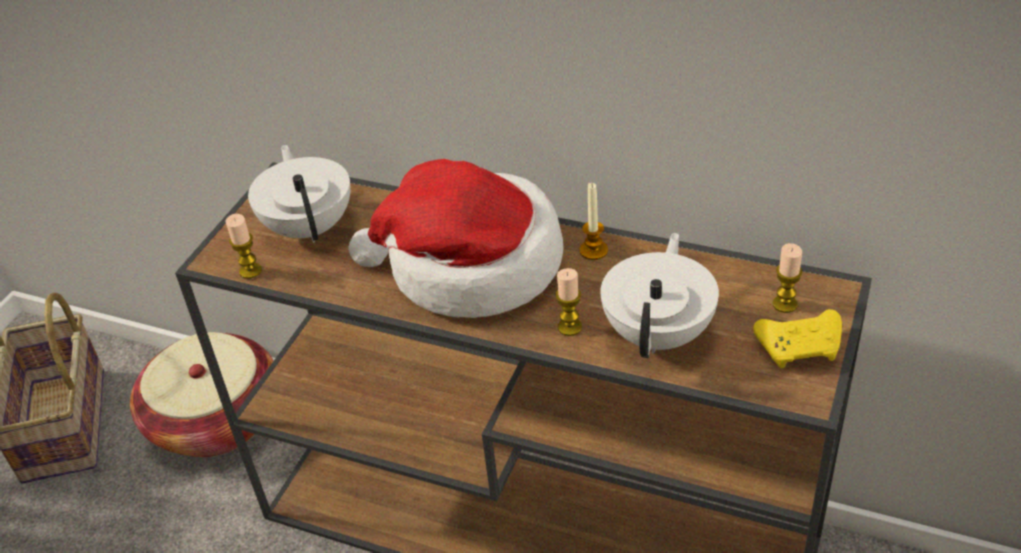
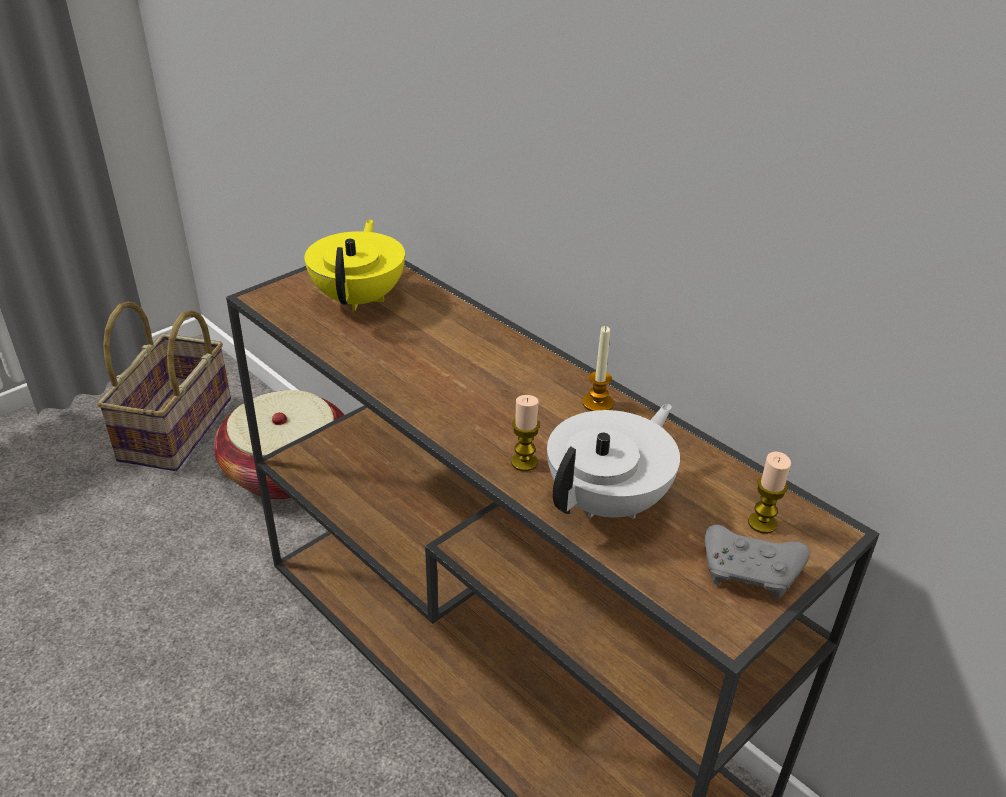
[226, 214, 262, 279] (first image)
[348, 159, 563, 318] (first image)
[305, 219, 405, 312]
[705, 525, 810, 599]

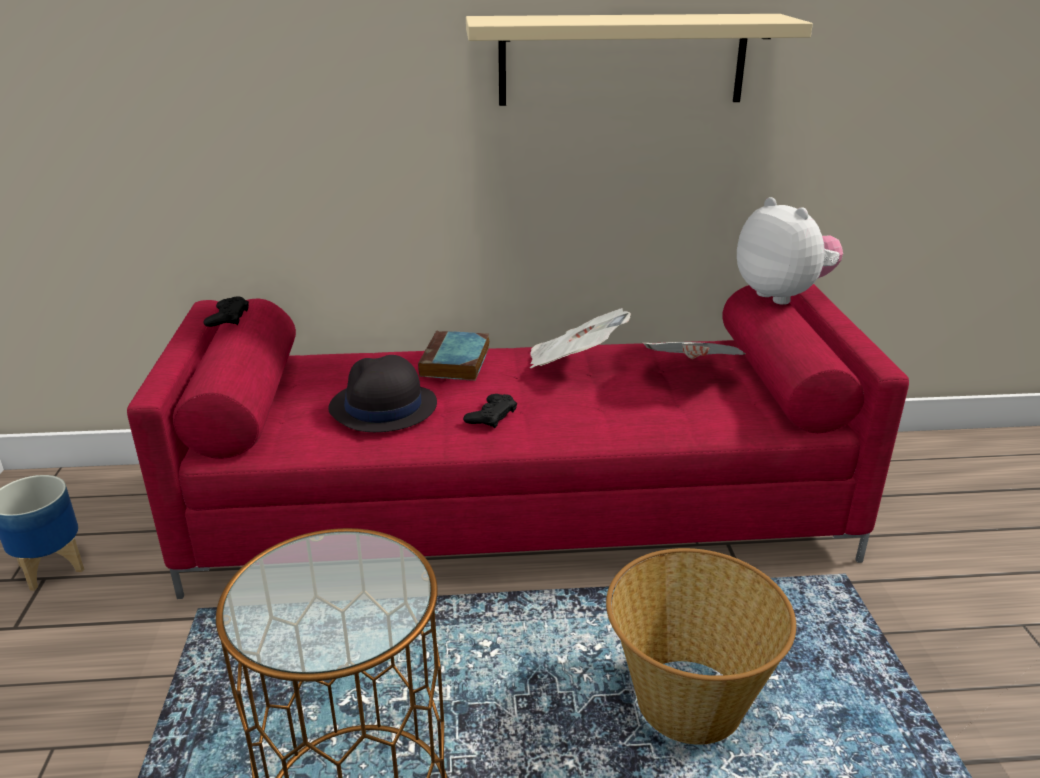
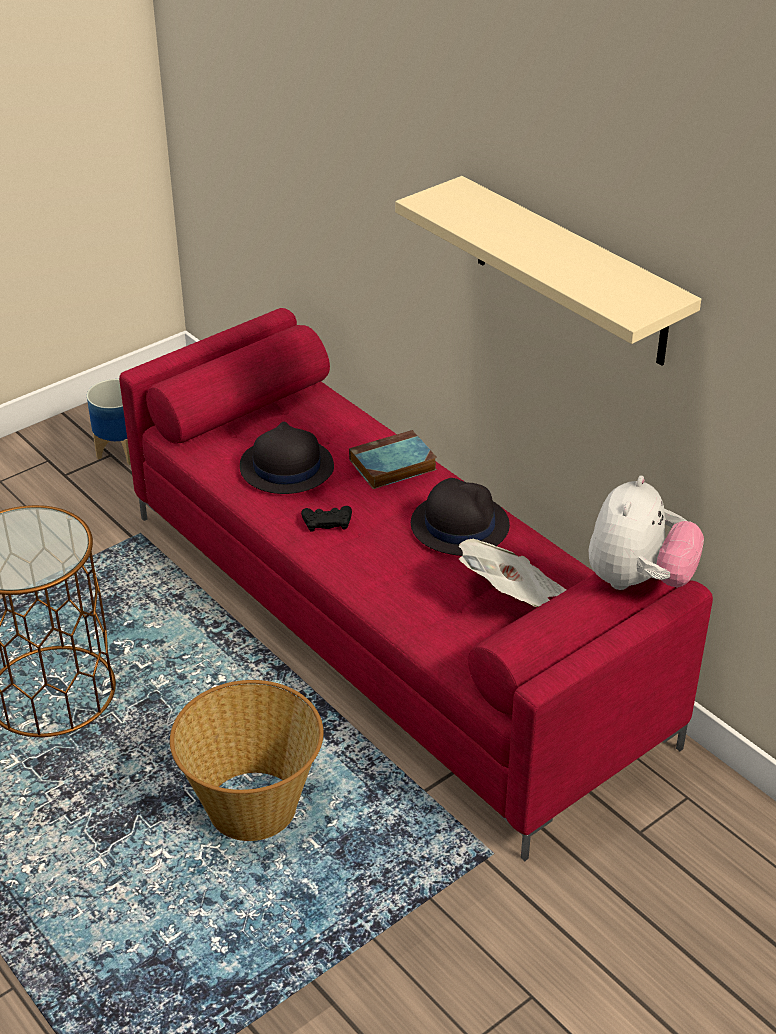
[204, 296, 249, 327] (first image)
[411, 478, 510, 556]

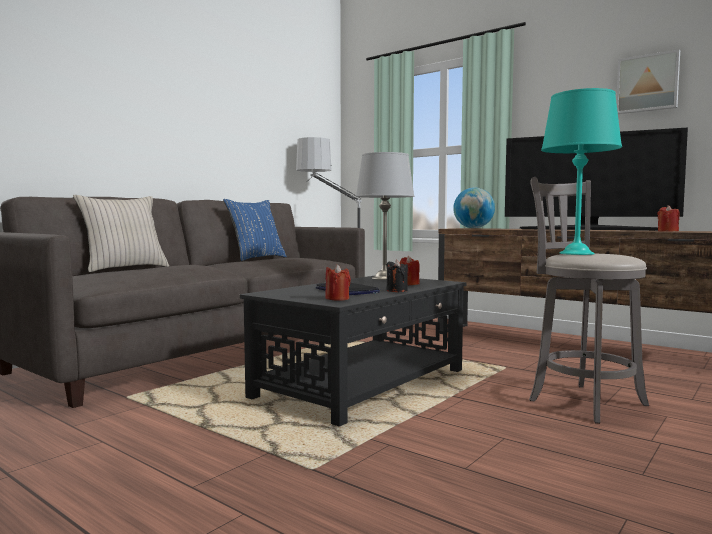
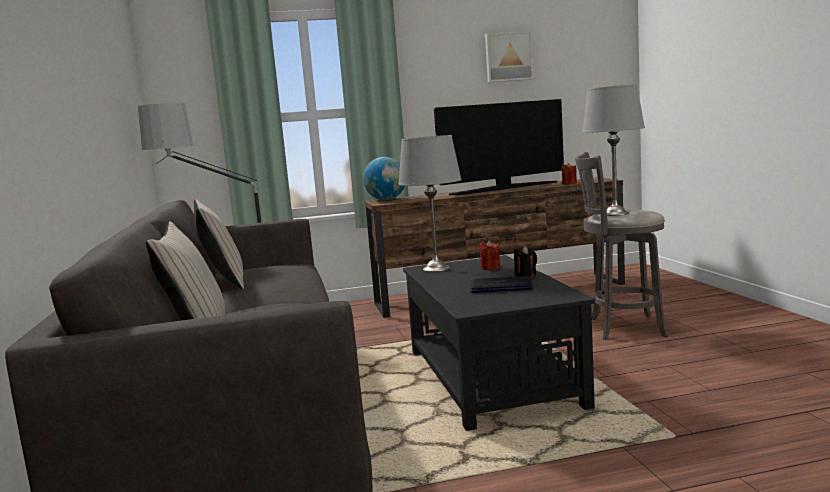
[325, 264, 351, 301] (first image)
[194, 199, 244, 290]
[582, 84, 645, 216]

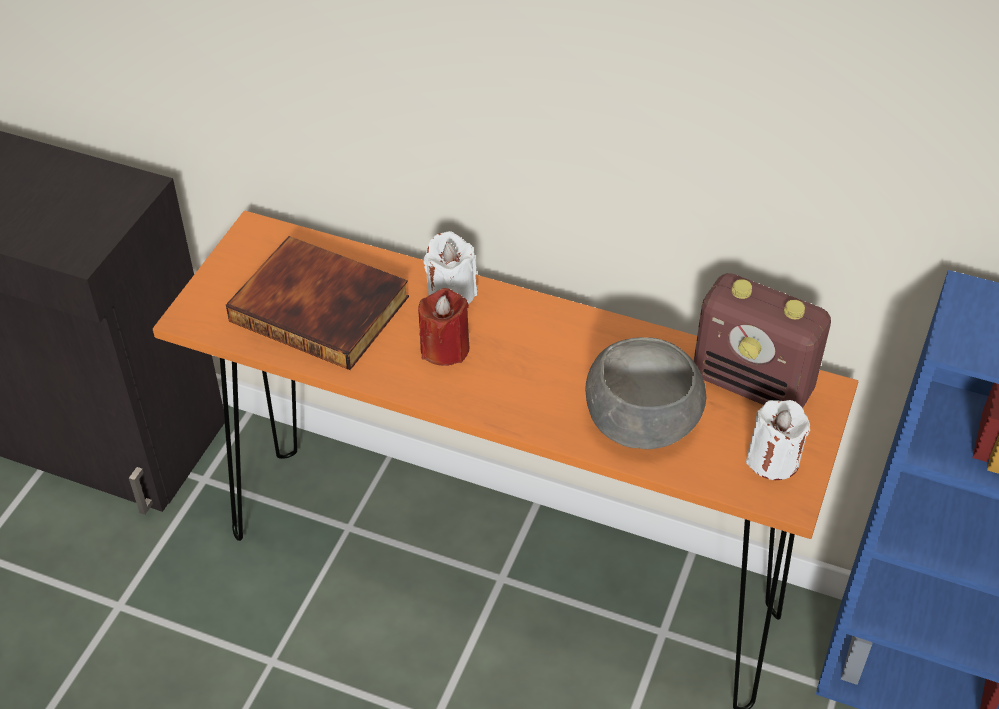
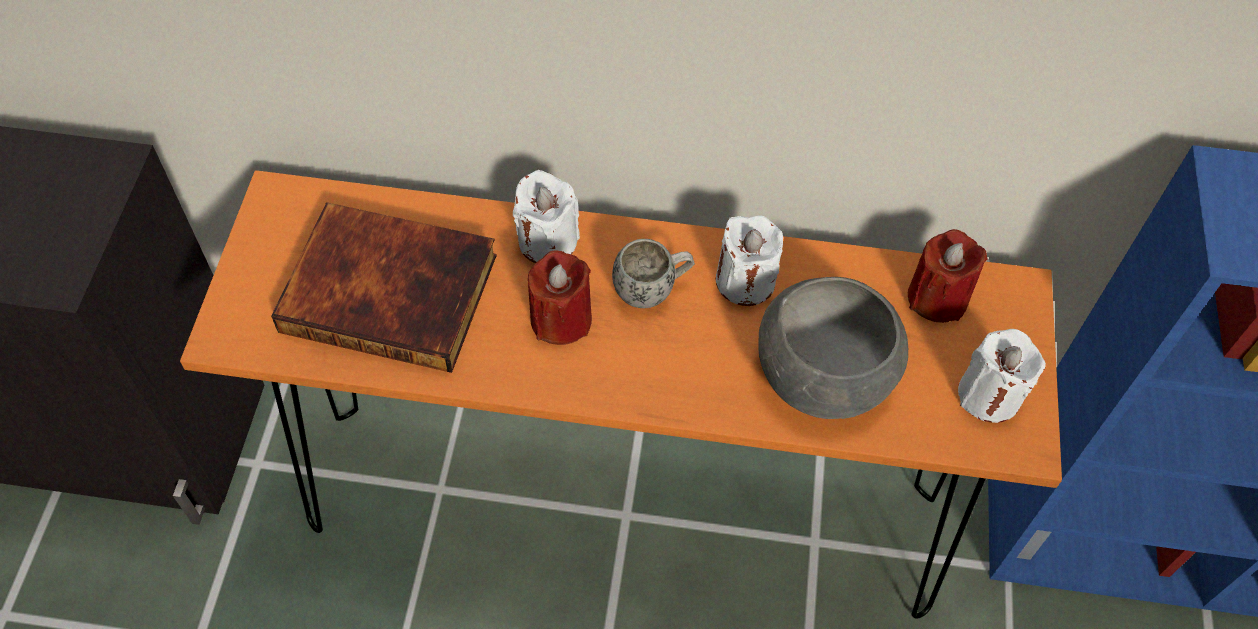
[612, 239, 695, 308]
[716, 215, 783, 306]
[908, 229, 987, 323]

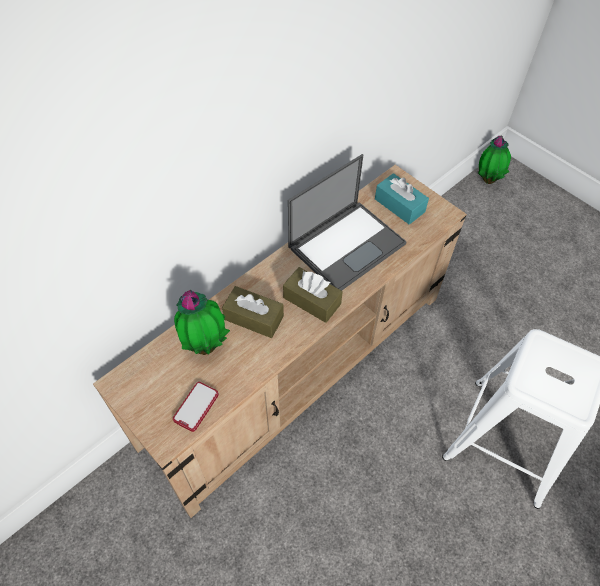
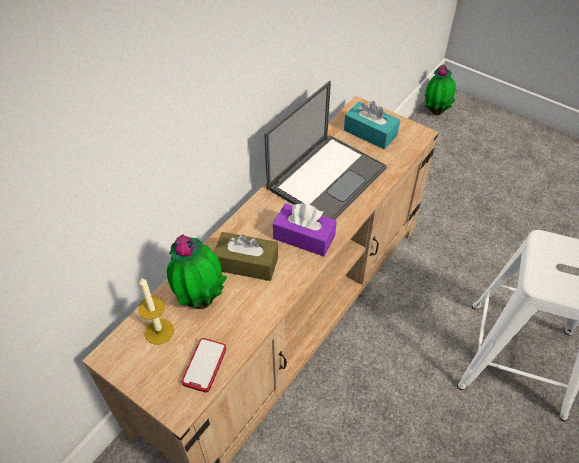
[138, 277, 174, 345]
[273, 203, 337, 257]

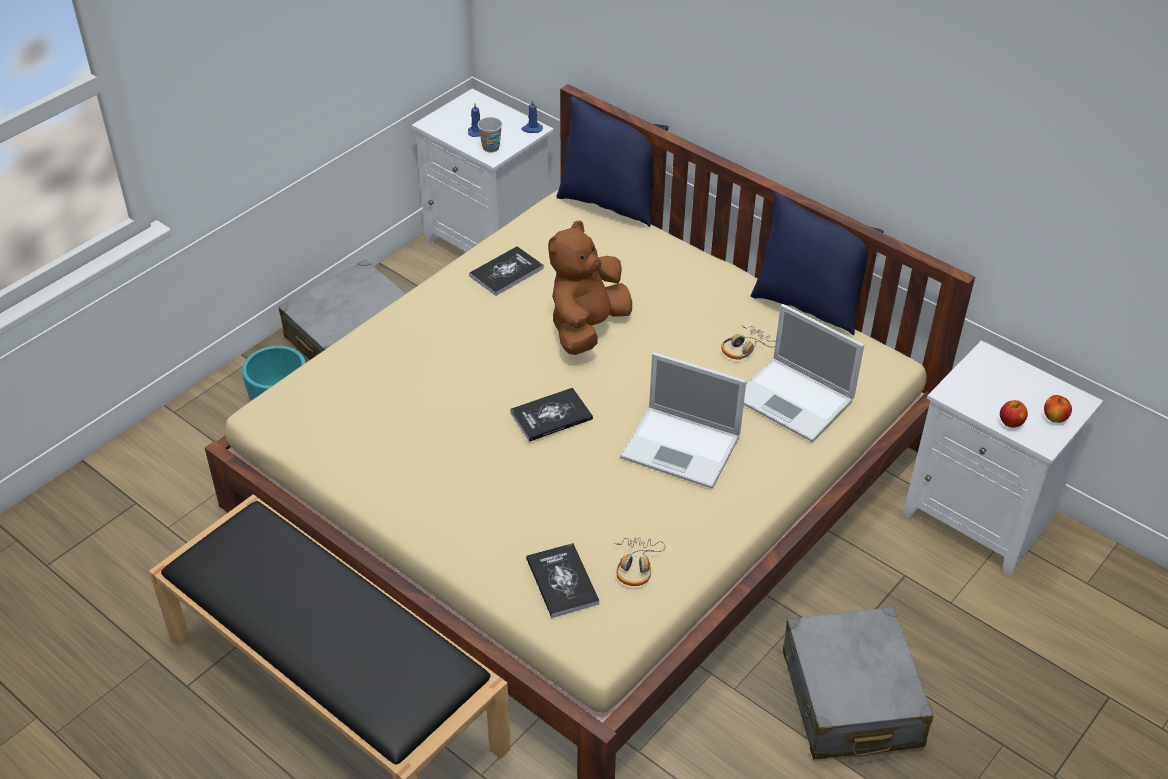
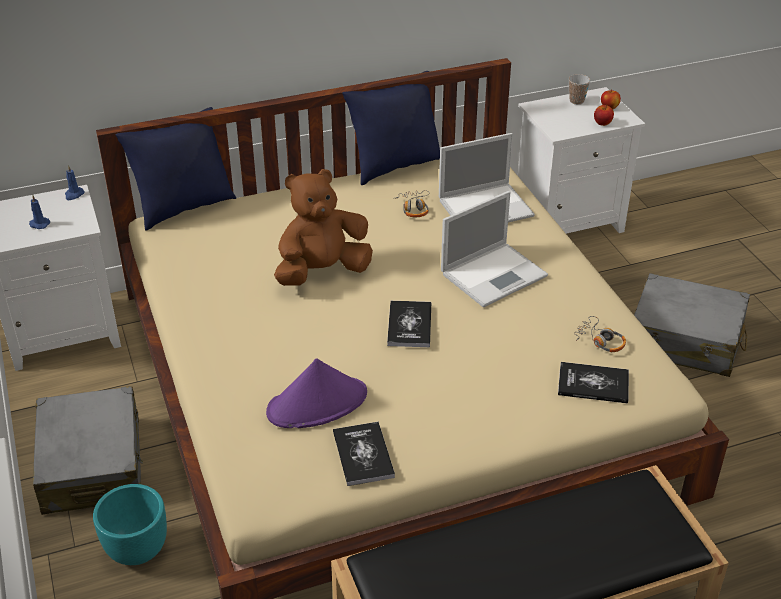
[266, 359, 367, 428]
[333, 421, 395, 486]
[569, 74, 590, 105]
[274, 169, 373, 286]

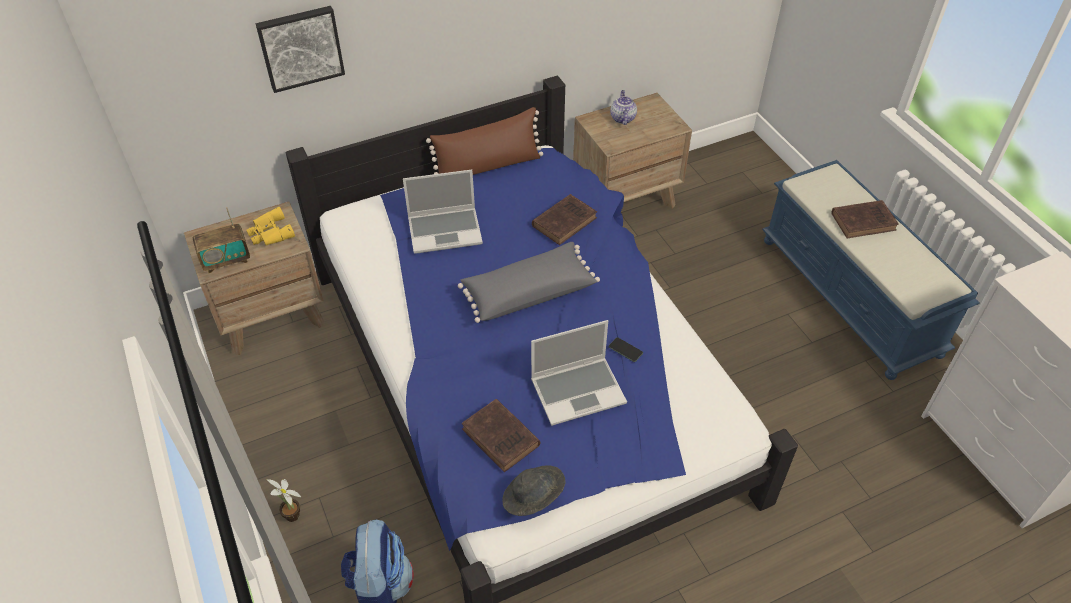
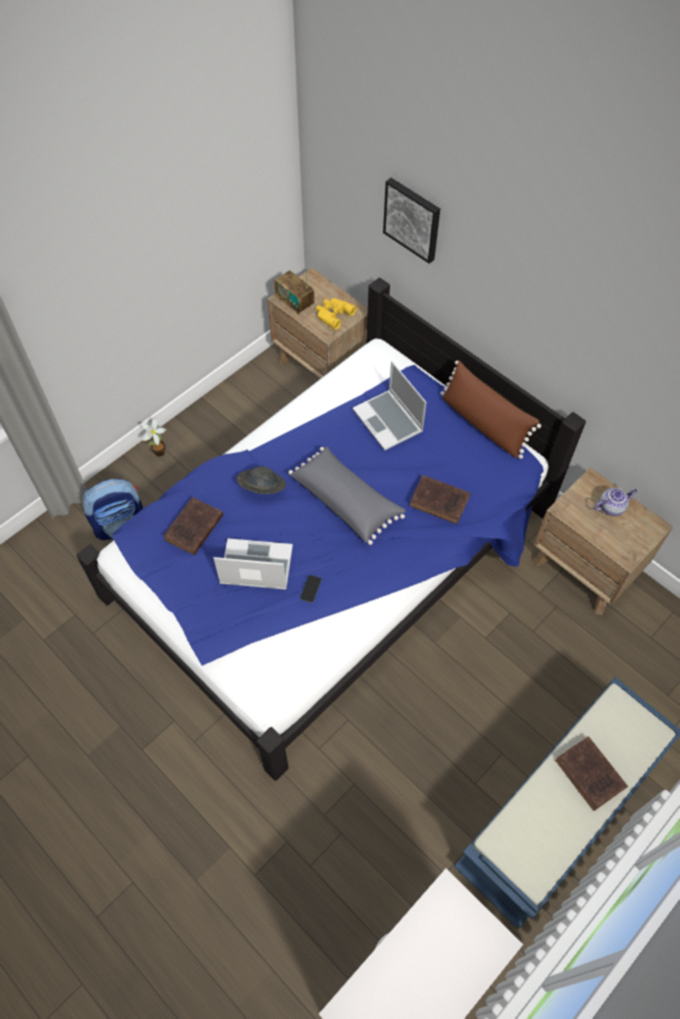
[237, 466, 286, 494]
[213, 538, 293, 590]

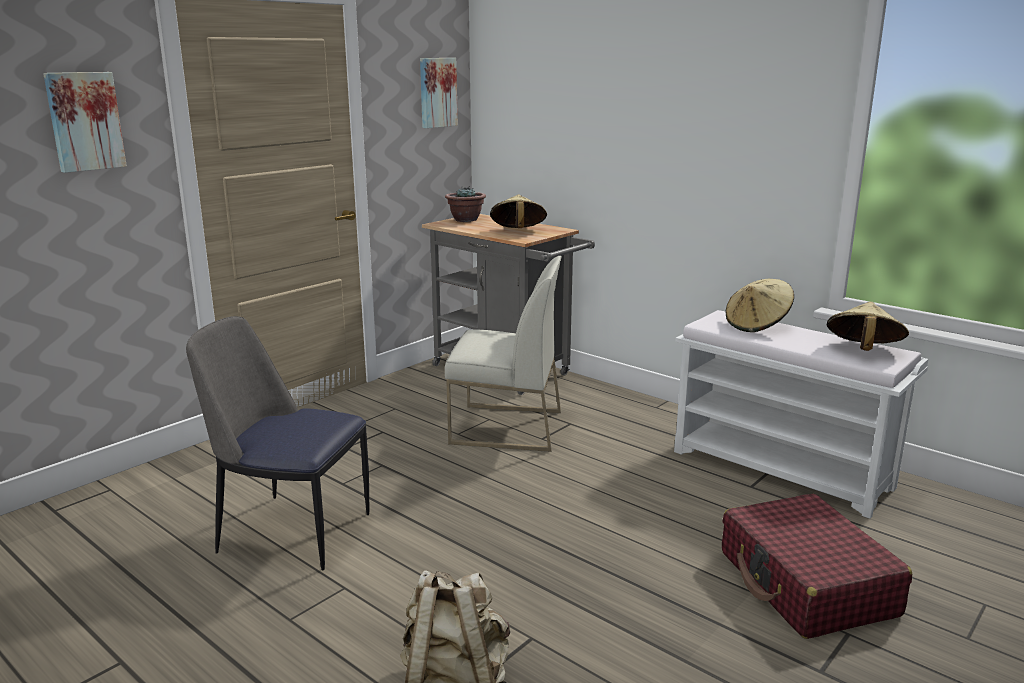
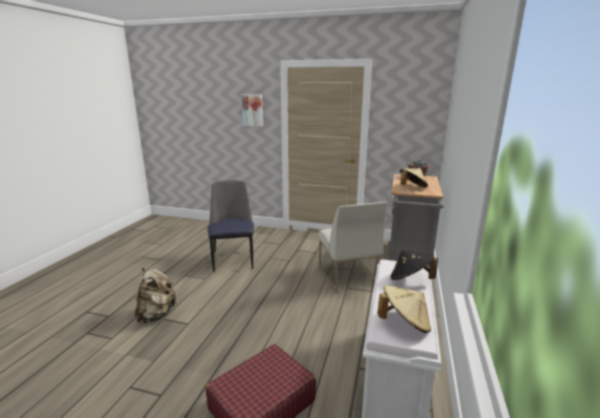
[420, 58, 458, 128] (first image)
[390, 250, 438, 280]

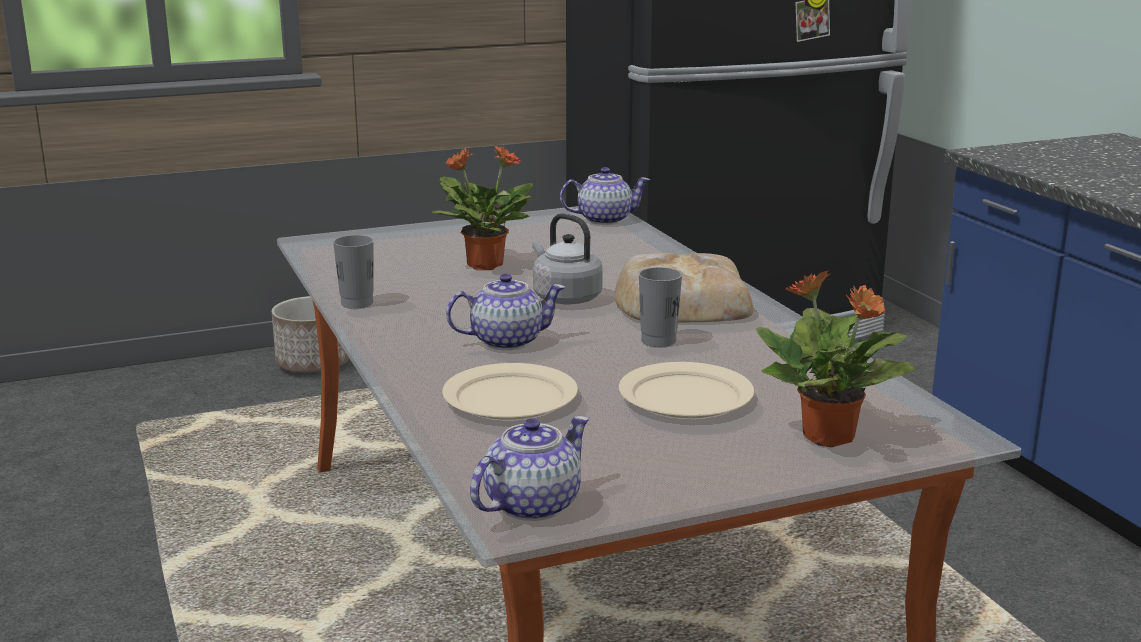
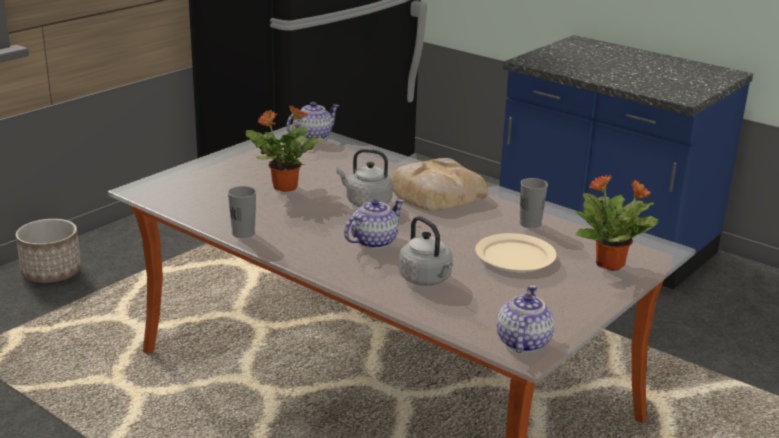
[520, 178, 548, 228]
[399, 216, 453, 286]

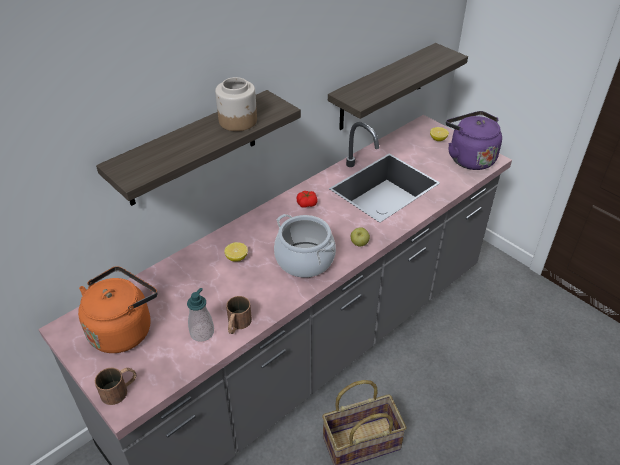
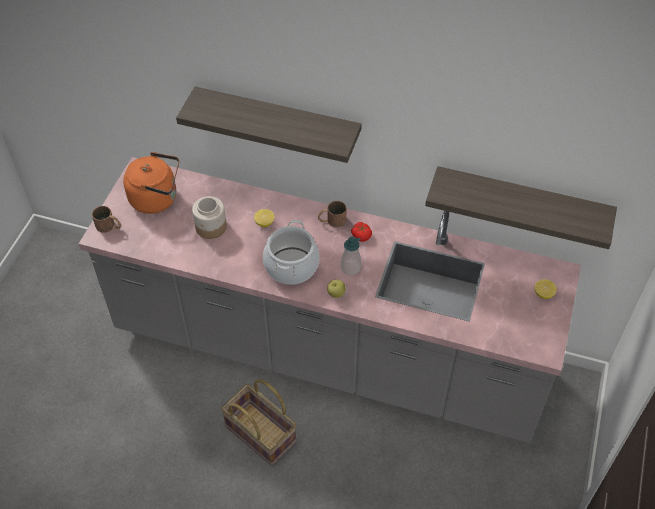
[446, 111, 502, 170] (first image)
[341, 237, 361, 275]
[192, 196, 227, 239]
[318, 201, 347, 227]

